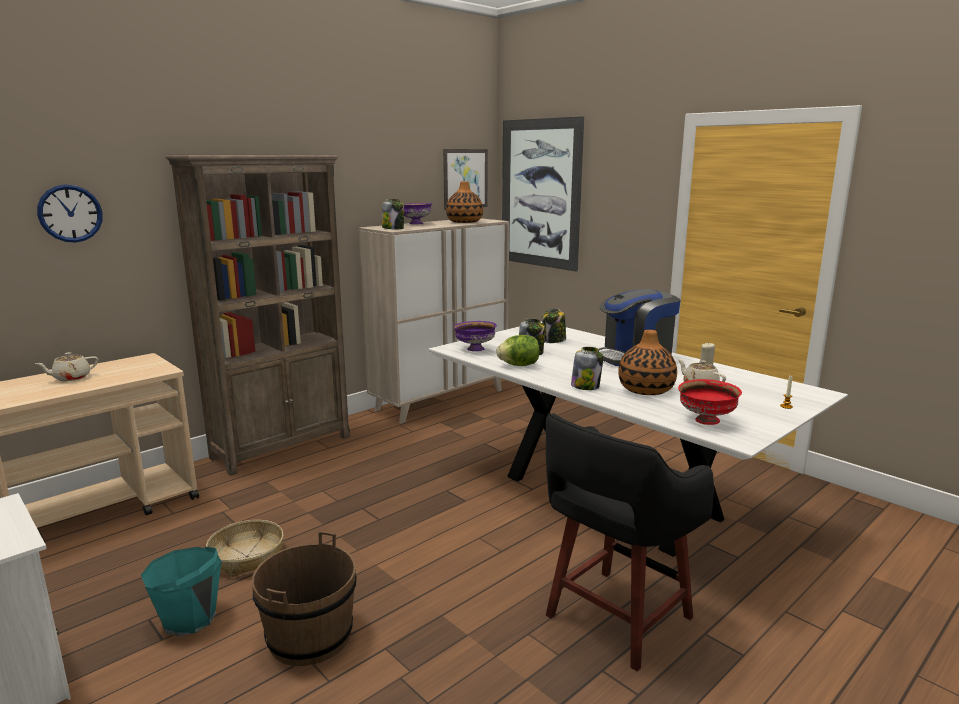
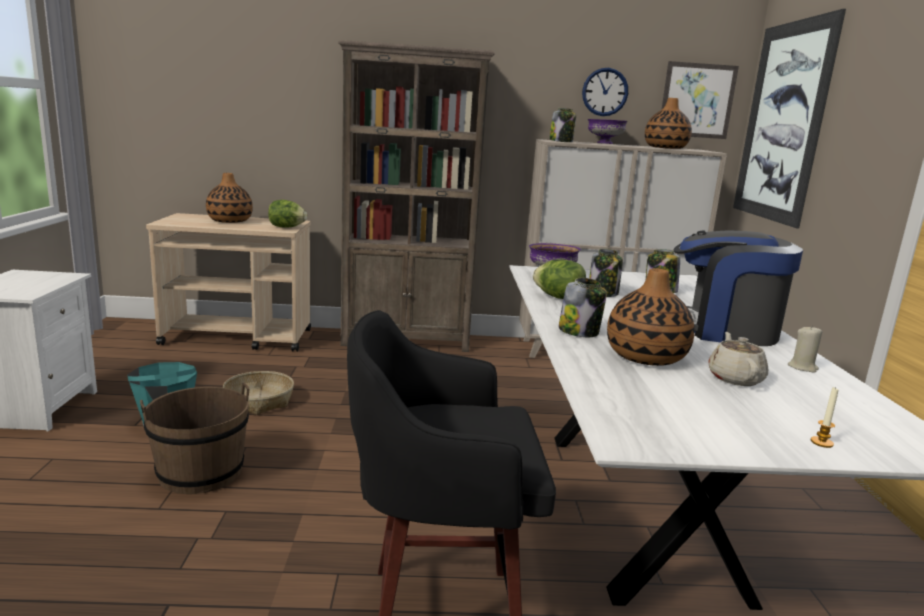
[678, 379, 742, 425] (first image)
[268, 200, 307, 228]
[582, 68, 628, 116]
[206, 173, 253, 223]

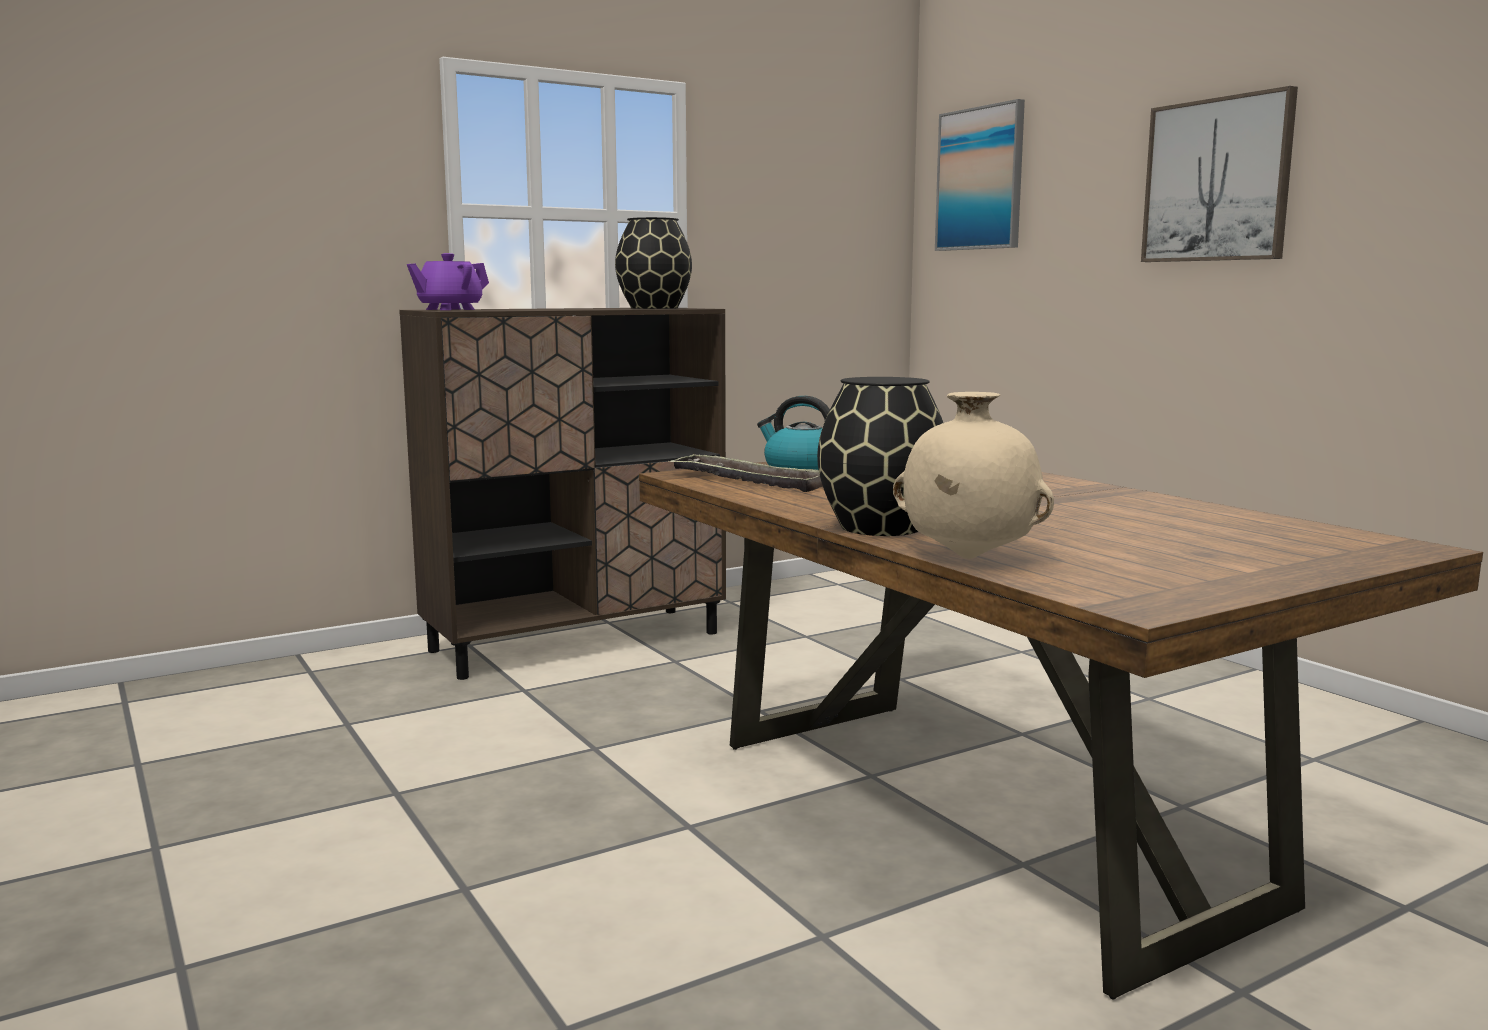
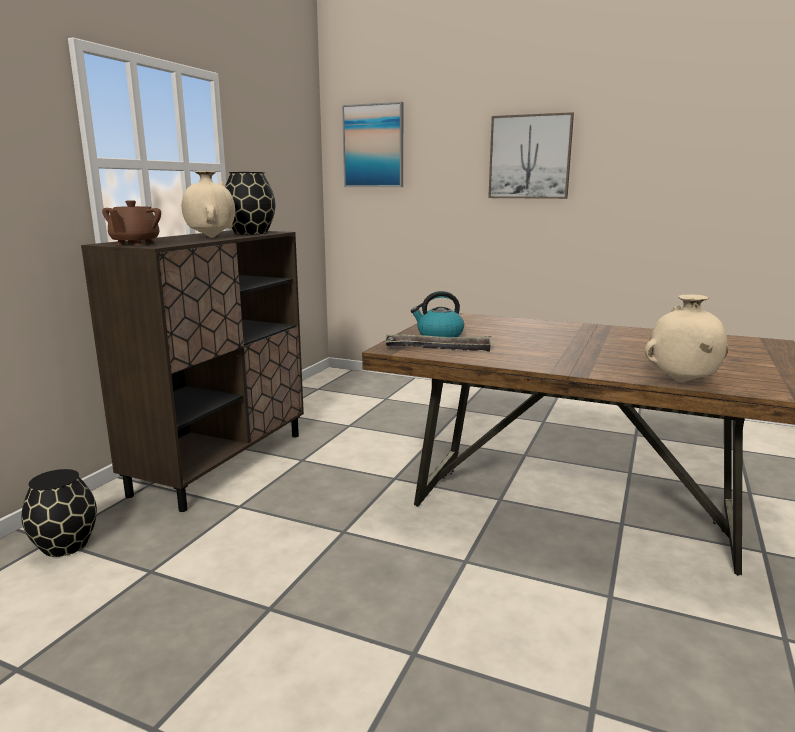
[182, 171, 235, 238]
[21, 469, 97, 557]
[102, 200, 161, 245]

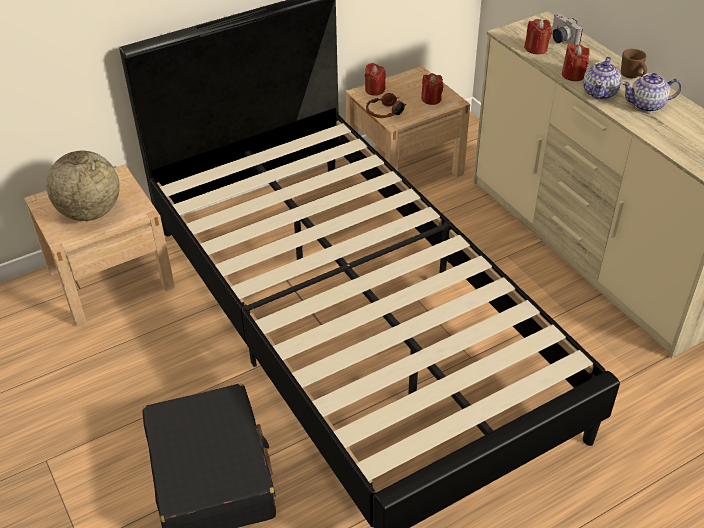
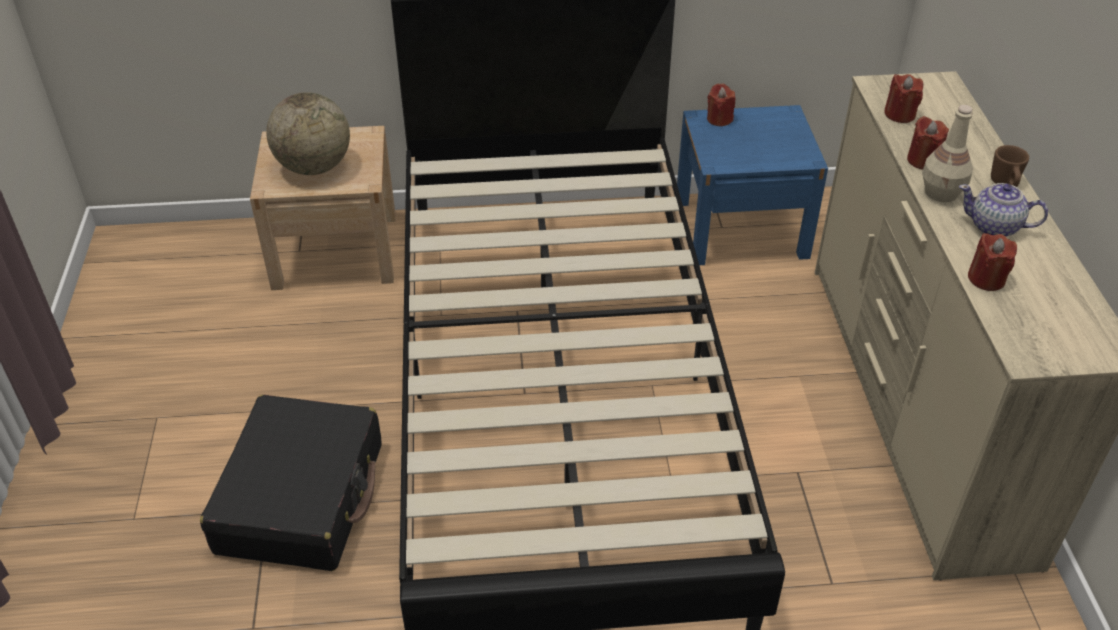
[366, 93, 406, 118] (first image)
[552, 13, 583, 45] (first image)
[968, 233, 1017, 291]
[922, 105, 973, 202]
[677, 105, 828, 265]

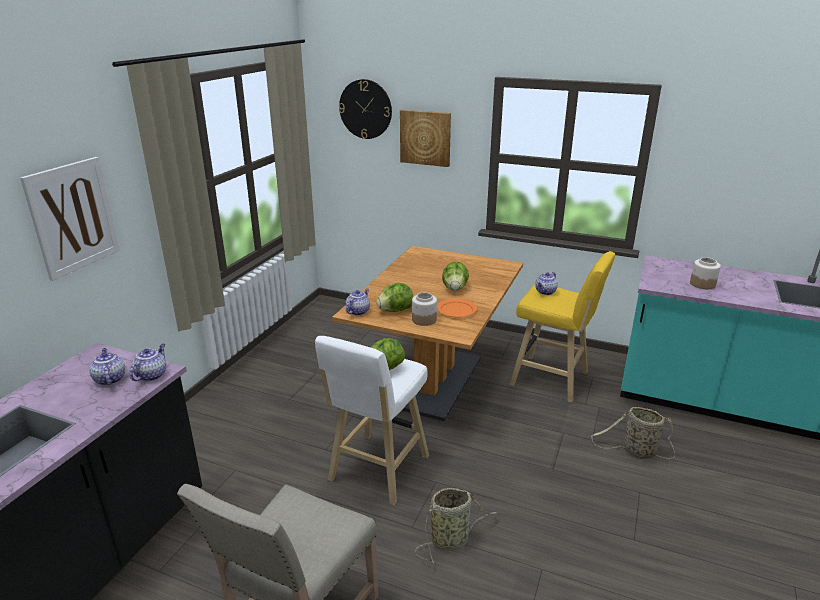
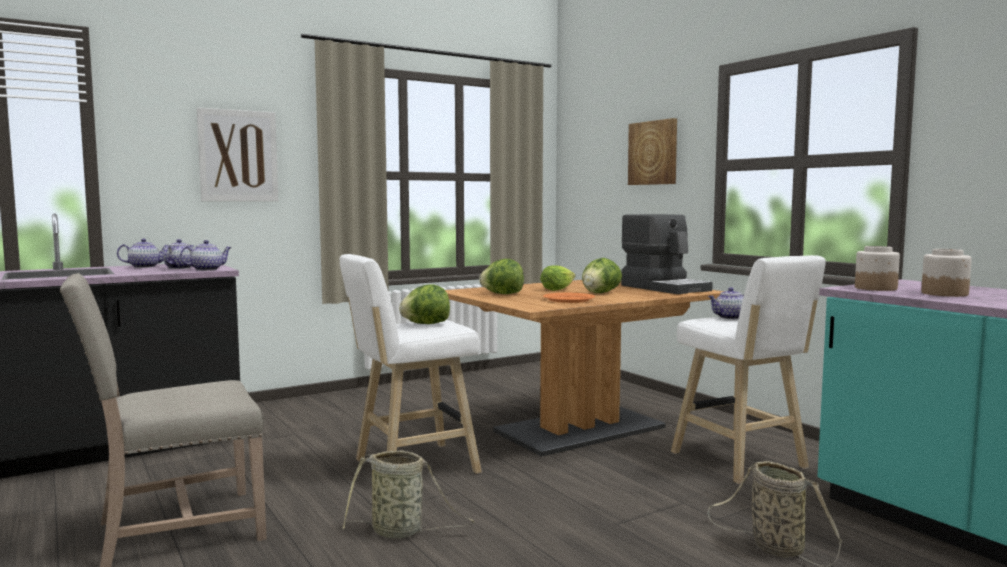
[339, 79, 392, 139] (first image)
[540, 265, 575, 291]
[621, 214, 713, 294]
[117, 239, 168, 268]
[855, 246, 900, 291]
[671, 255, 826, 484]

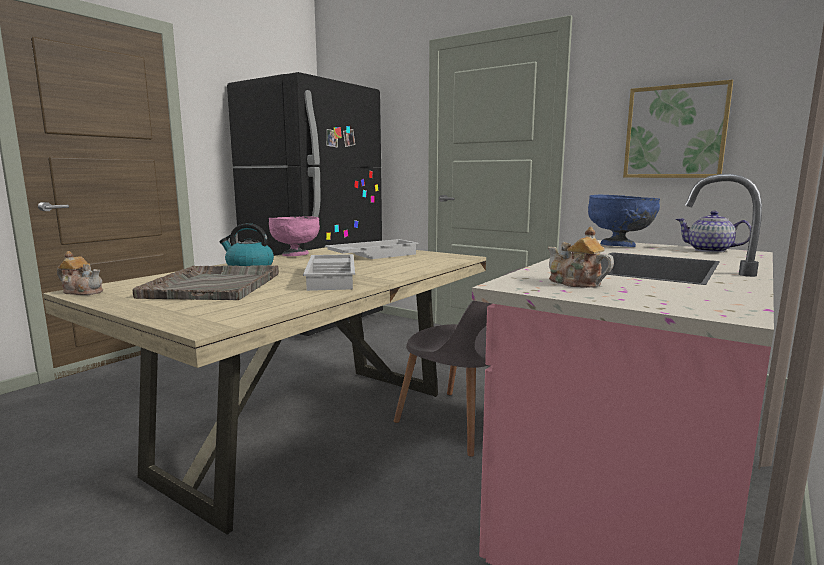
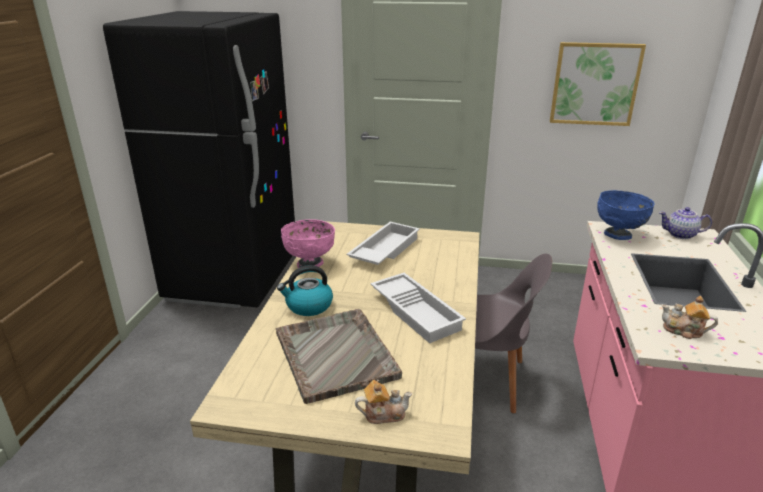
[355, 380, 412, 424]

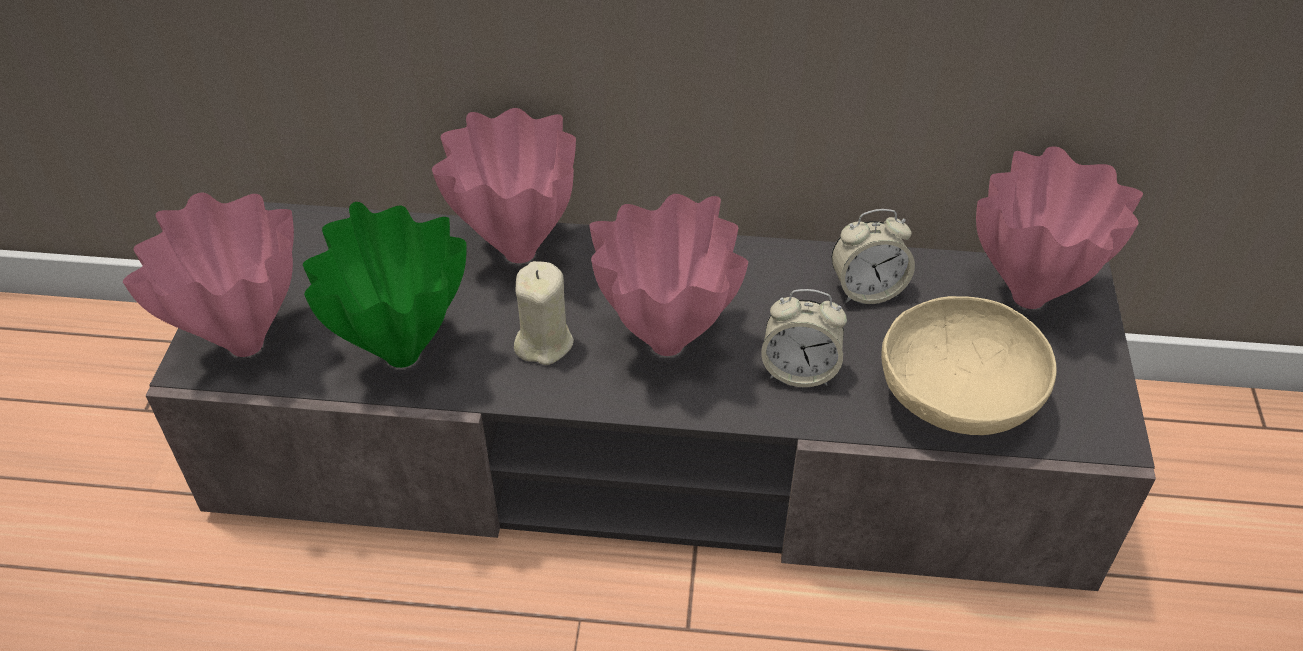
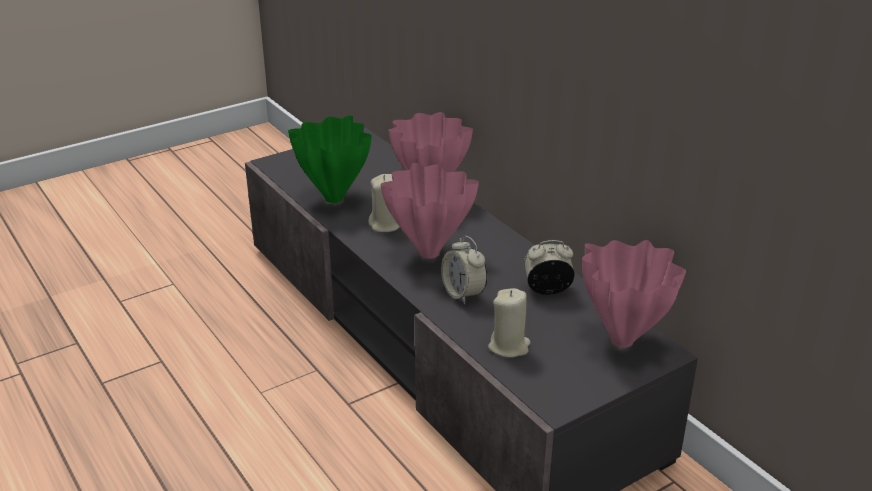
[123, 193, 294, 357] (first image)
[488, 288, 530, 358]
[524, 240, 575, 295]

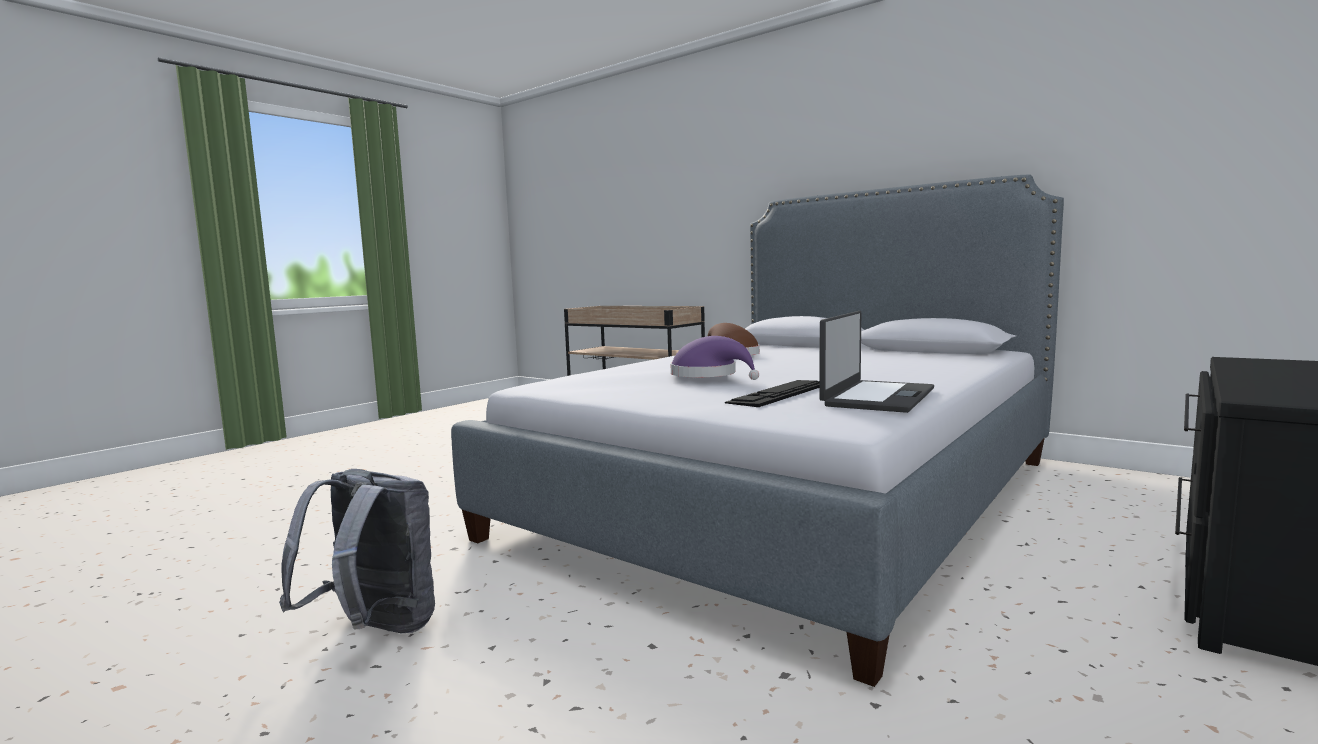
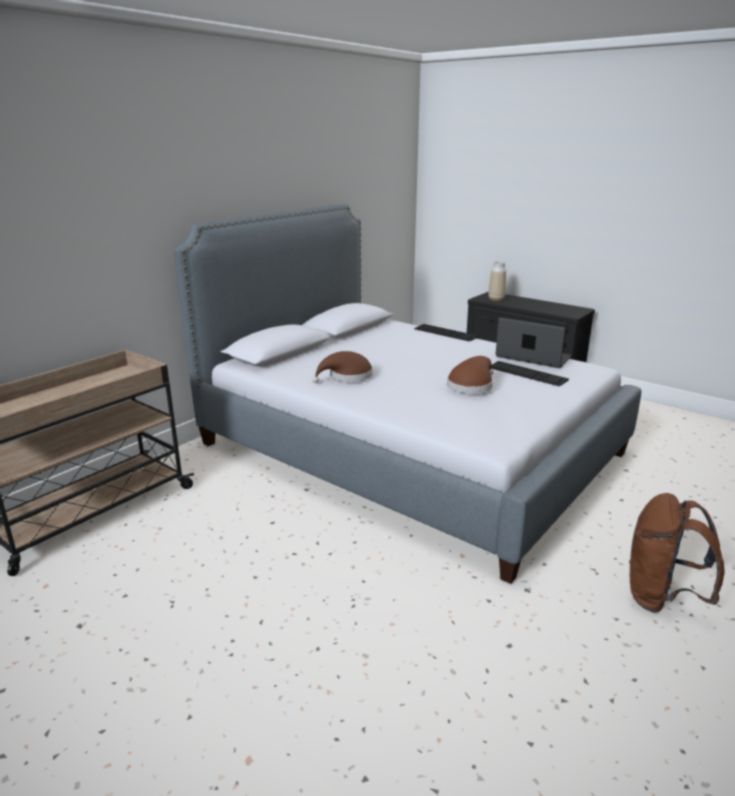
[414, 324, 478, 342]
[488, 262, 506, 301]
[629, 493, 724, 613]
[447, 356, 493, 394]

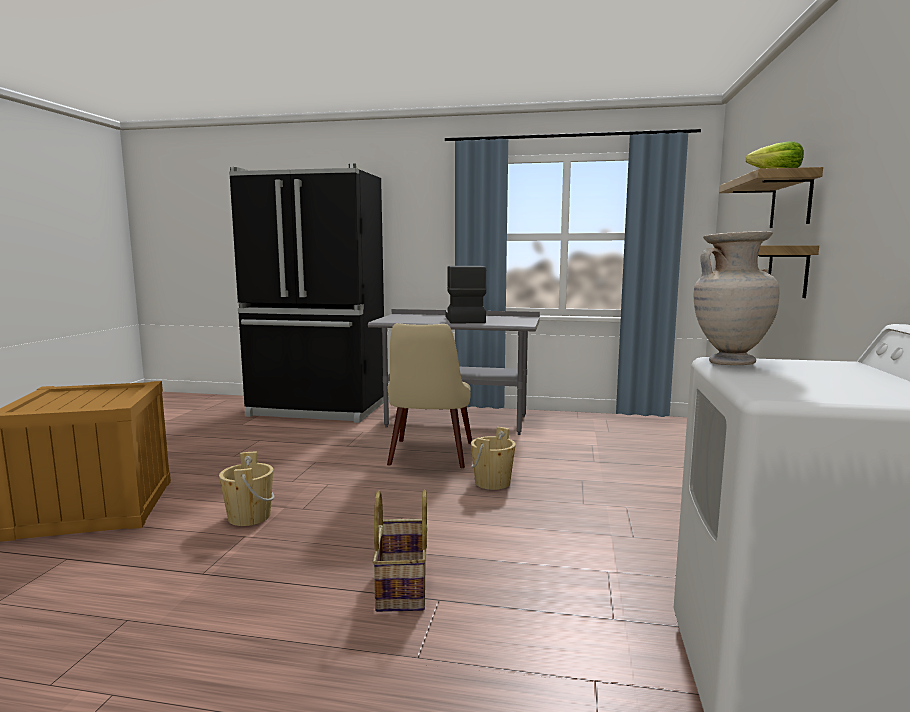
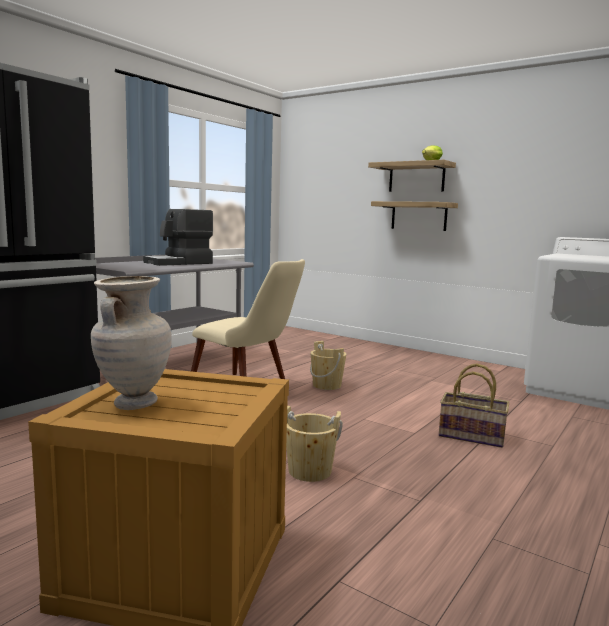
[91, 276, 172, 410]
[143, 209, 213, 266]

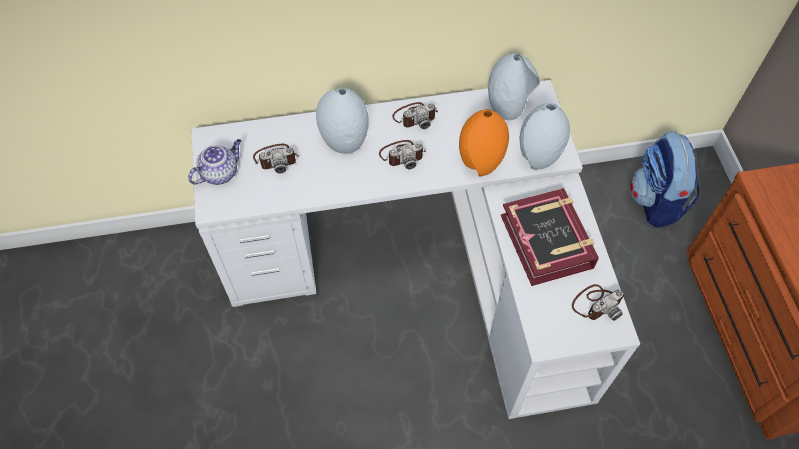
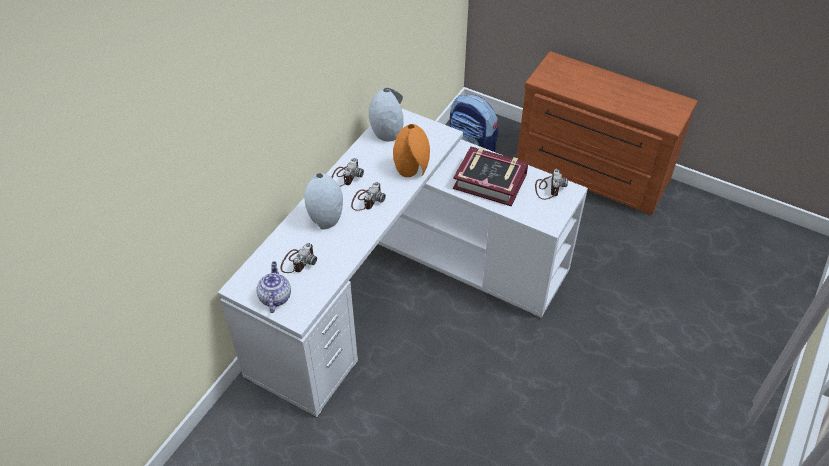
[519, 103, 570, 169] (first image)

